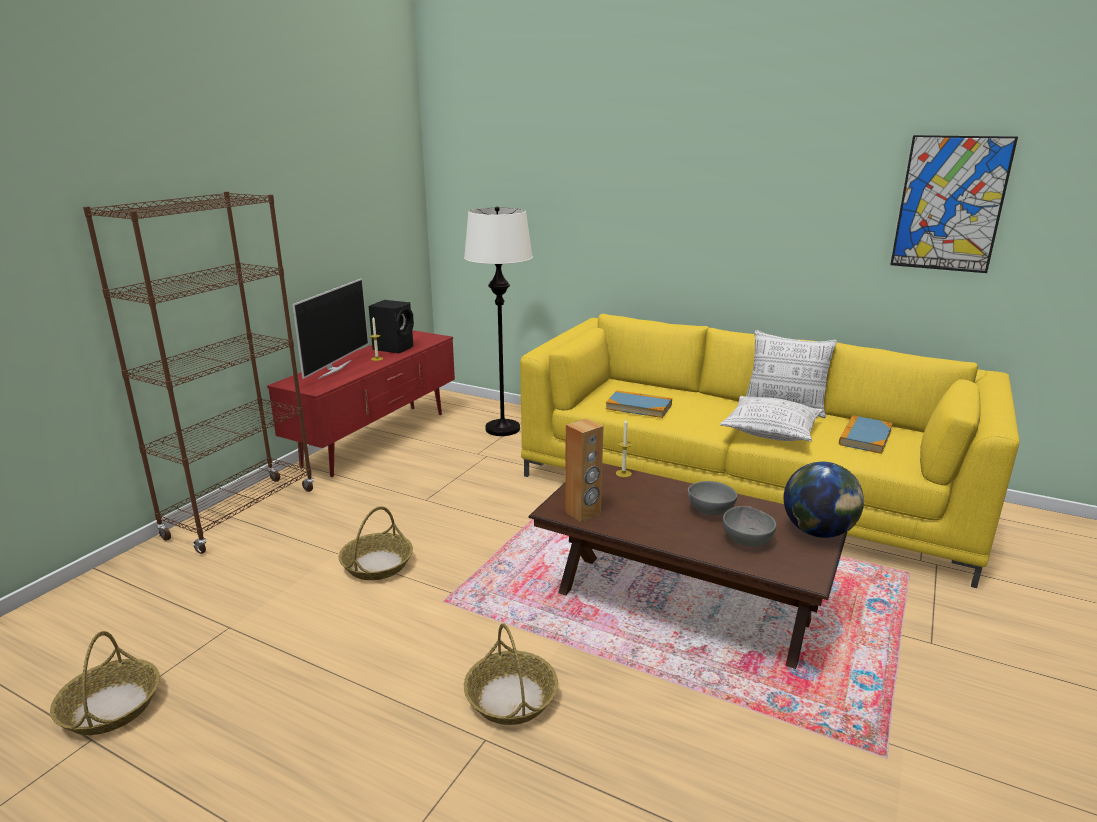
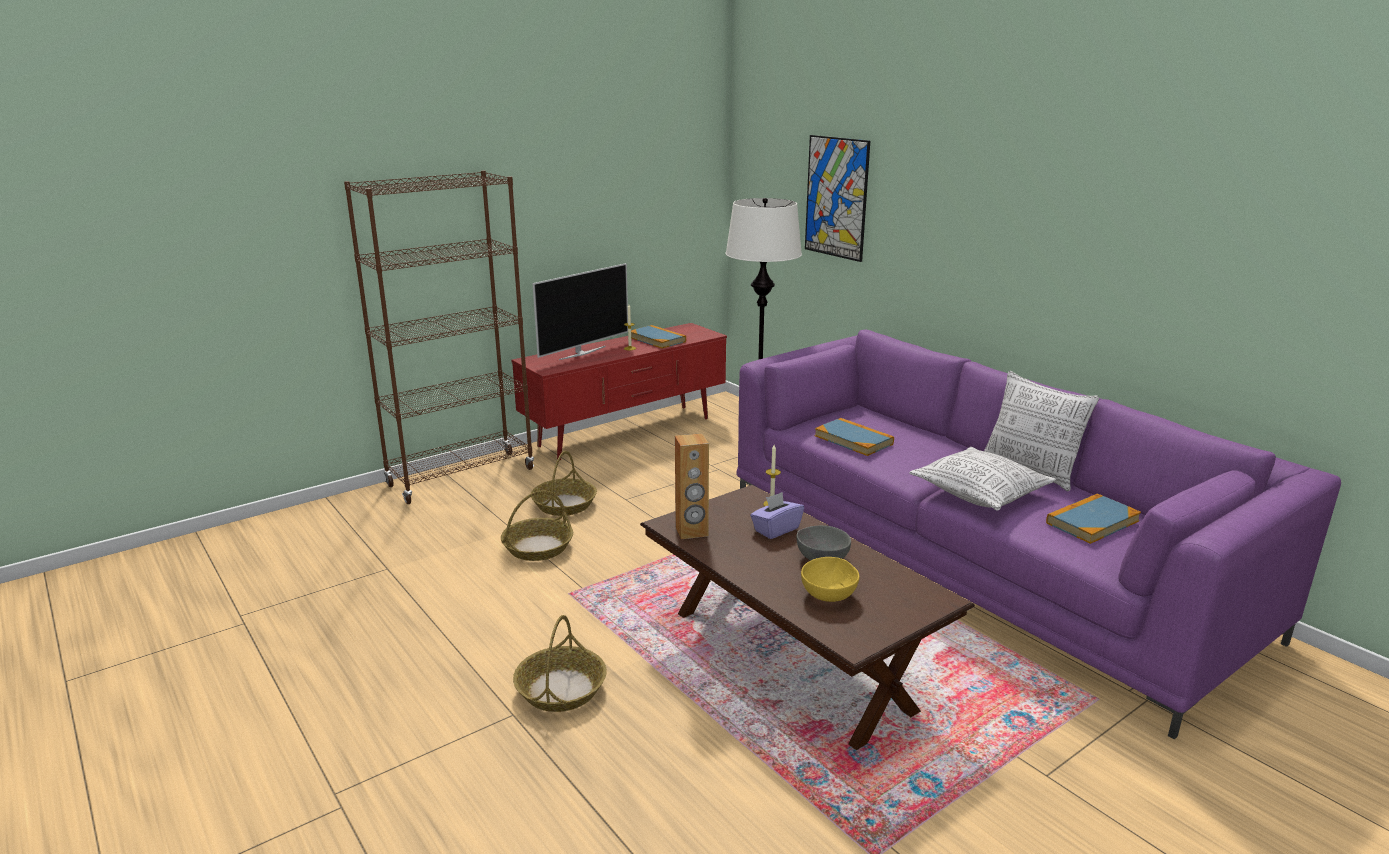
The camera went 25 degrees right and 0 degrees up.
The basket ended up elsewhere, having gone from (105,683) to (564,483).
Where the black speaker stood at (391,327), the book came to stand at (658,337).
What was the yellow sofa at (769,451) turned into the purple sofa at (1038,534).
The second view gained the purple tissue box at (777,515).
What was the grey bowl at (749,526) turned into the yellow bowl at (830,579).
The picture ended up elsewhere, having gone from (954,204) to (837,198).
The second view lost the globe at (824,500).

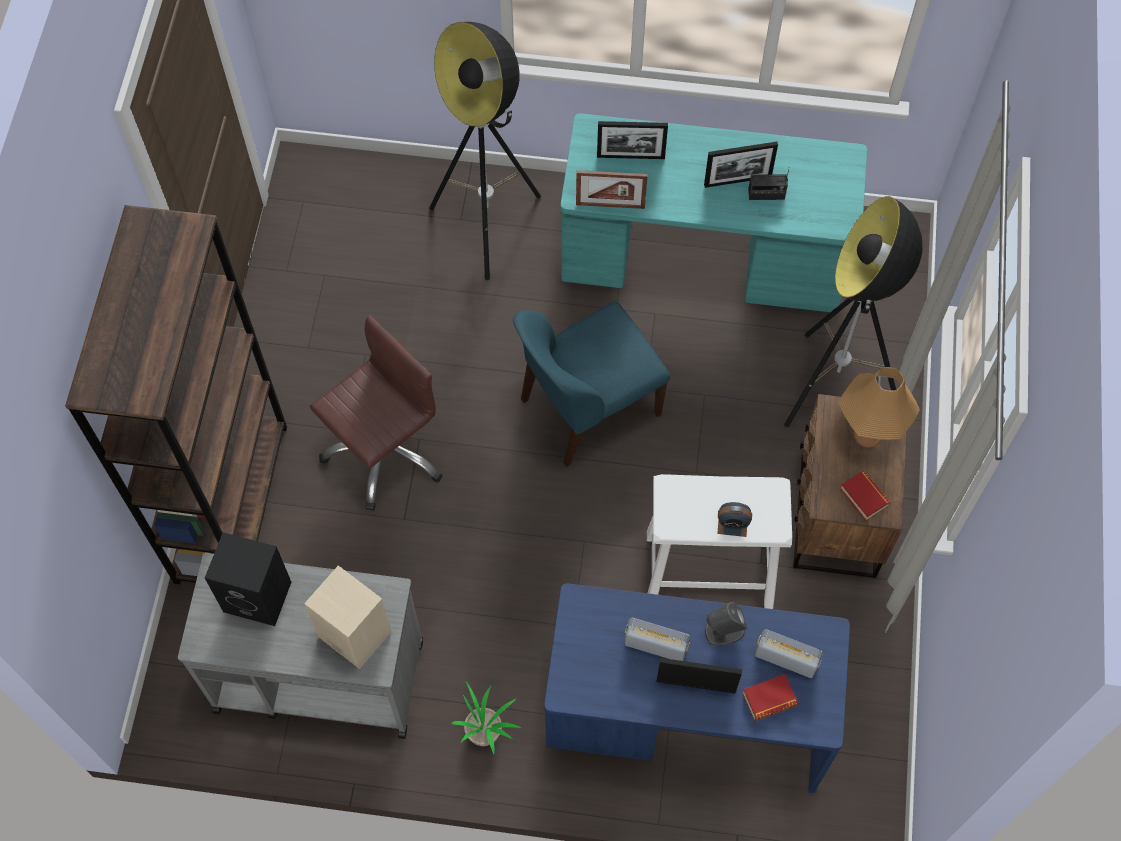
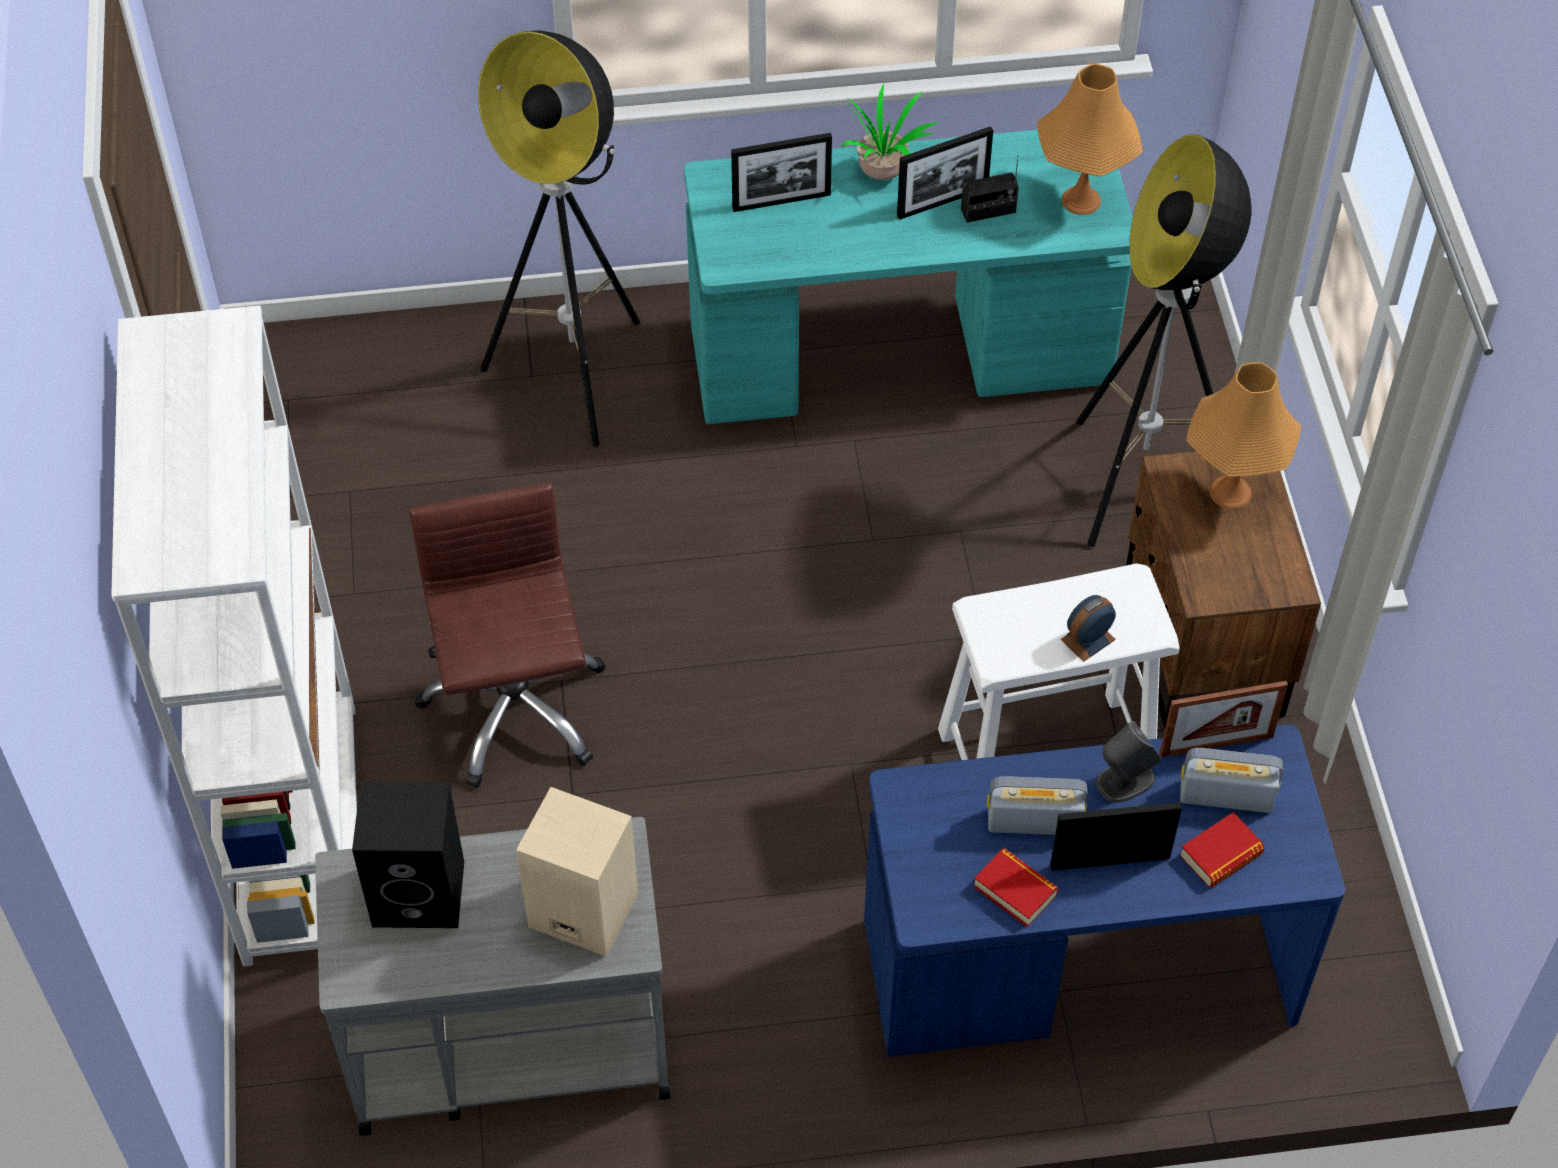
The camera went 15 degrees left and 10 degrees down.
What was the brown bookcase at (176,395) turned into the white bookcase at (234,636).
The brown office chair at (376,413) ended up facing another way, 45 degrees counterclockwise from before.
The potted plant ended up elsewhere, having gone from (486,718) to (890,131).
The book ended up elsewhere, having gone from (865,496) to (1015,887).
The second view gained the orange table lamp at (1090,139).
The alarm clock at (734,519) ended up facing another way, 150 degrees clockwise from before.
The picture frame ended up elsewhere, having gone from (612,189) to (1224,719).
The second view lost the blue chair at (591,384).

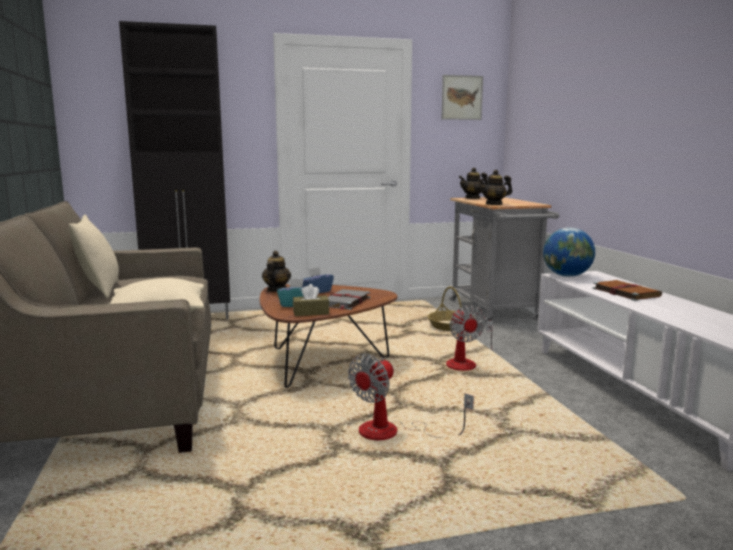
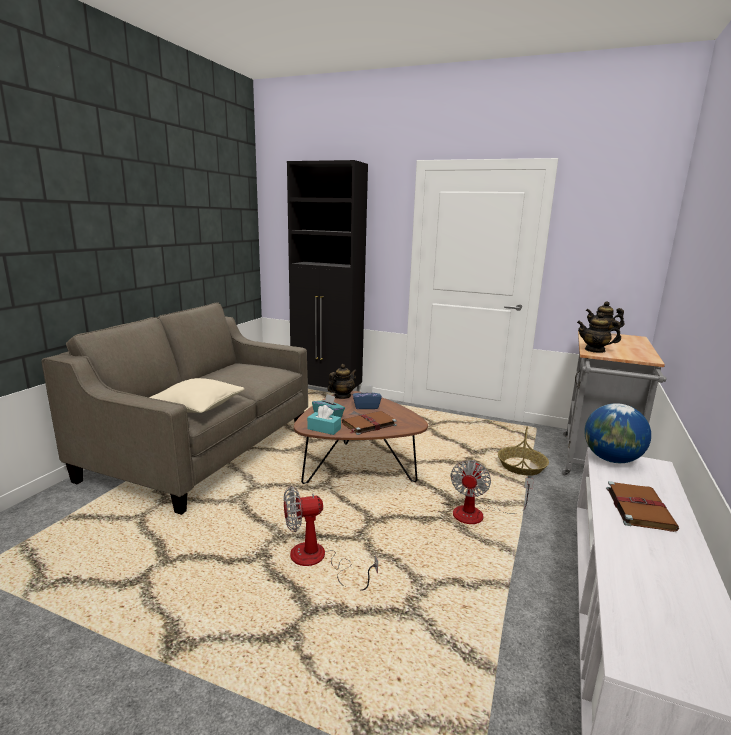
The camera went 35 degrees right and 5 degrees up.
What was the brown tissue box at (311,300) turned into the turquoise tissue box at (324,420).
What was the grey book at (349,299) turned into the brown book at (369,423).
The second view lost the beige pillow at (94,256).
The second view lost the picture at (462,97).

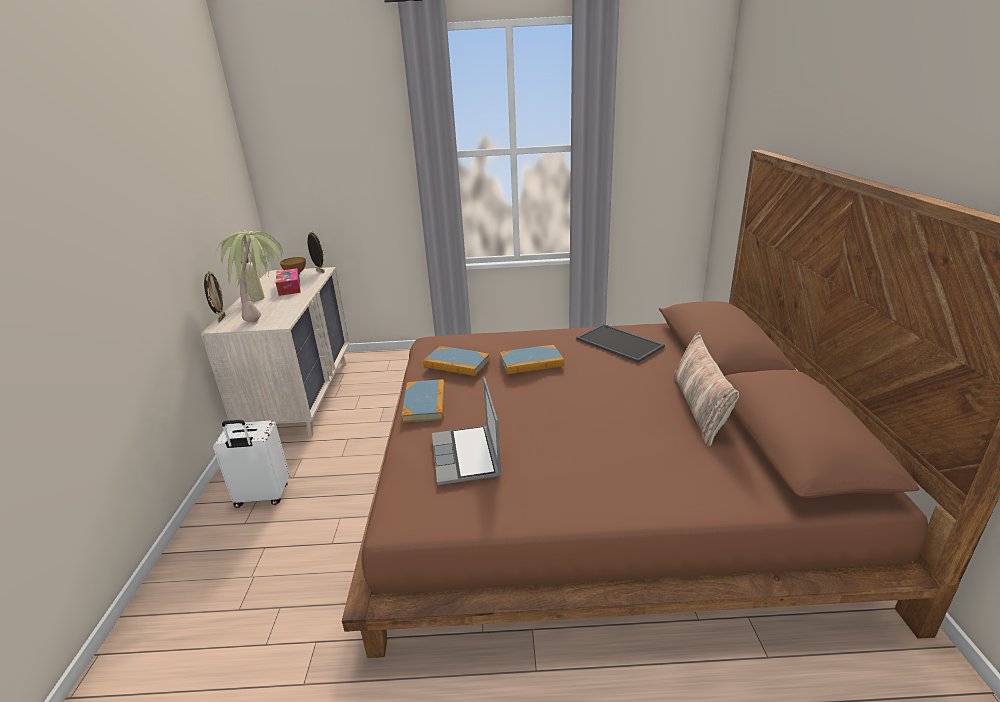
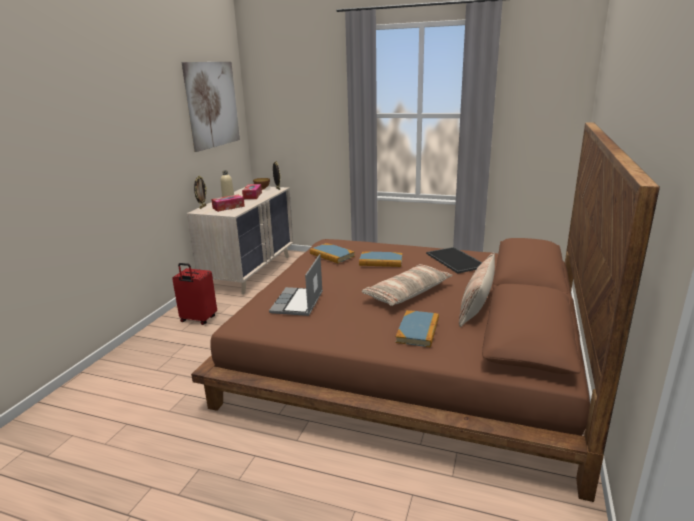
The camera went 20 degrees right and 5 degrees down.
What was the white suitcase at (251,464) turned into the red suitcase at (194,294).
The second view gained the picture at (211,107).
Where the potted plant stood at (249,276), the tissue box came to stand at (228,203).
The second view gained the pillow at (407,285).
The book ended up elsewhere, having gone from (423,401) to (417,328).

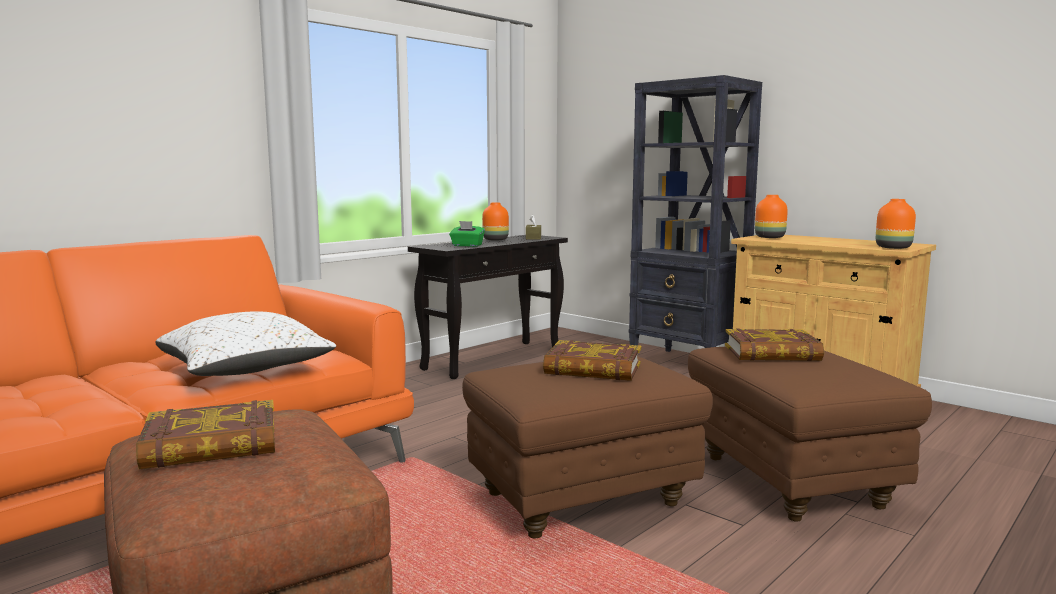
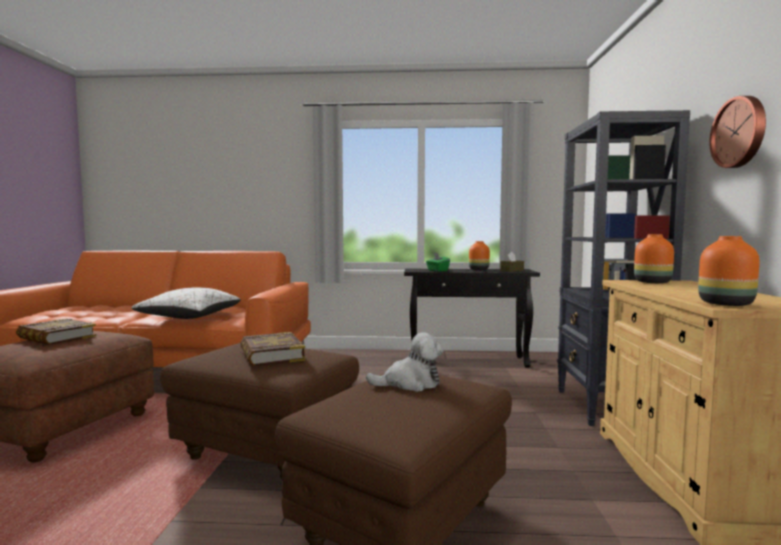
The camera went 50 degrees right and 5 degrees down.
Where the book stood at (774,344), the plush toy came to stand at (405,362).
The second view gained the wall clock at (737,132).

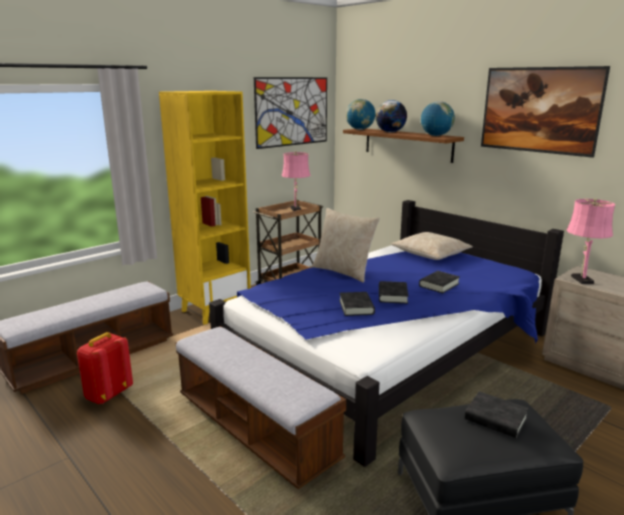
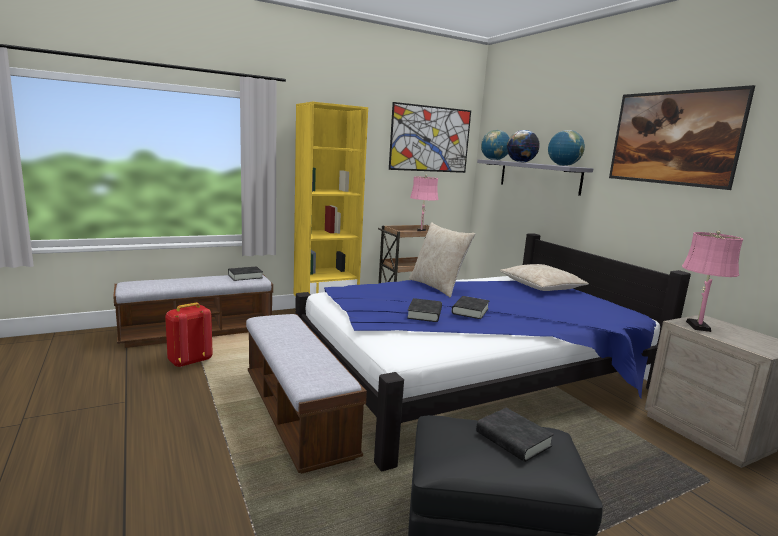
The camera went 15 degrees right and 5 degrees down.
The black book ended up elsewhere, having gone from (439,282) to (245,273).
What was the brown shelf at (403,146) turned into the grey shelf at (535,178).

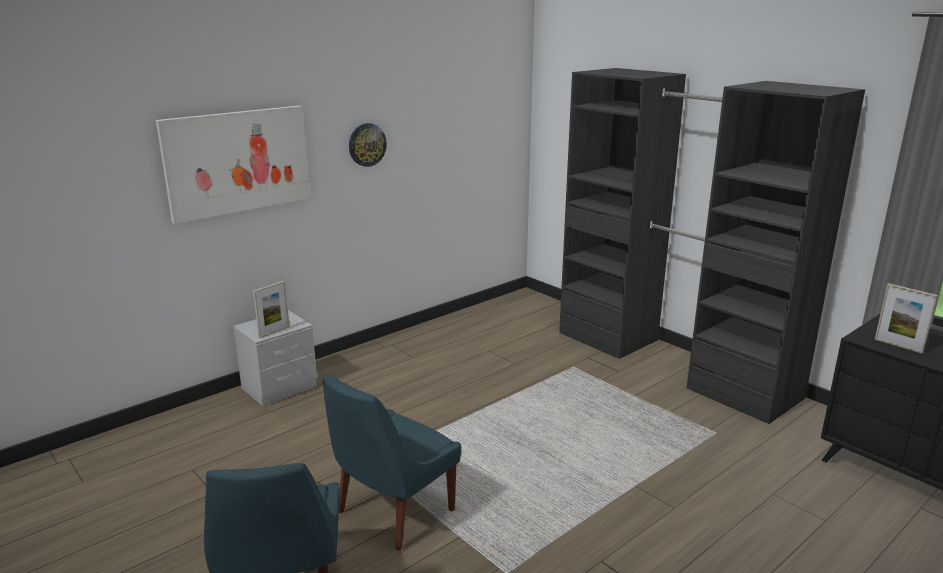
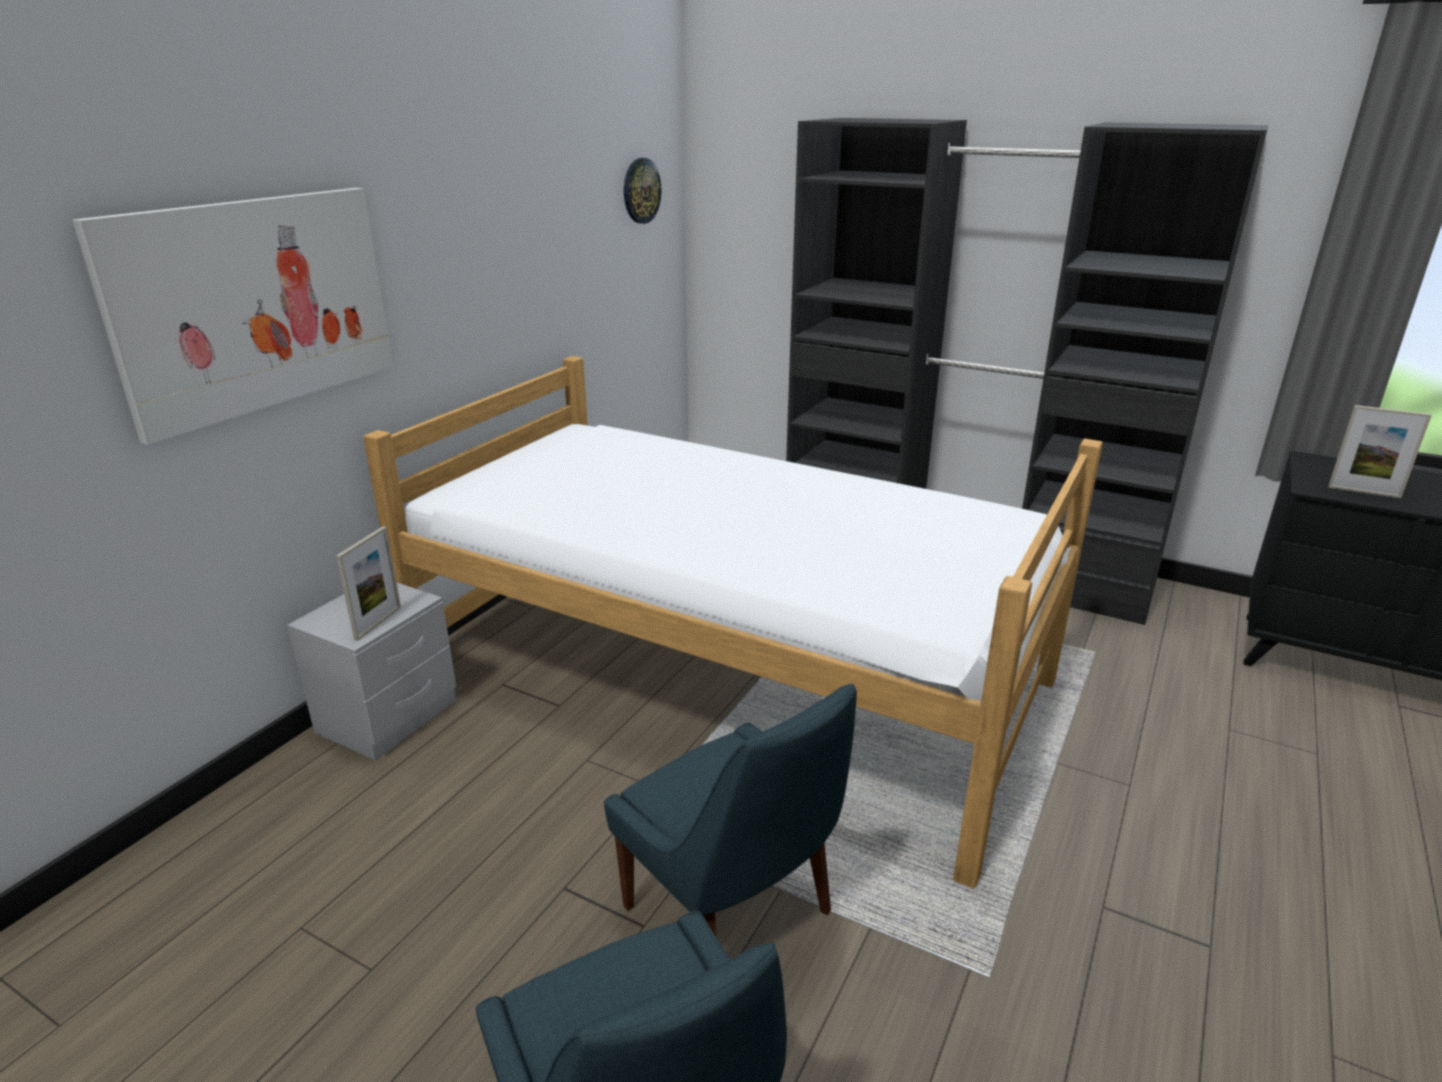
The camera went 20 degrees left and 5 degrees up.
The second view gained the bed at (733,622).
The blue chair at (392,462) ended up facing another way, 60 degrees counterclockwise from before.
The wall clock ended up elsewhere, having gone from (368,145) to (642,191).

